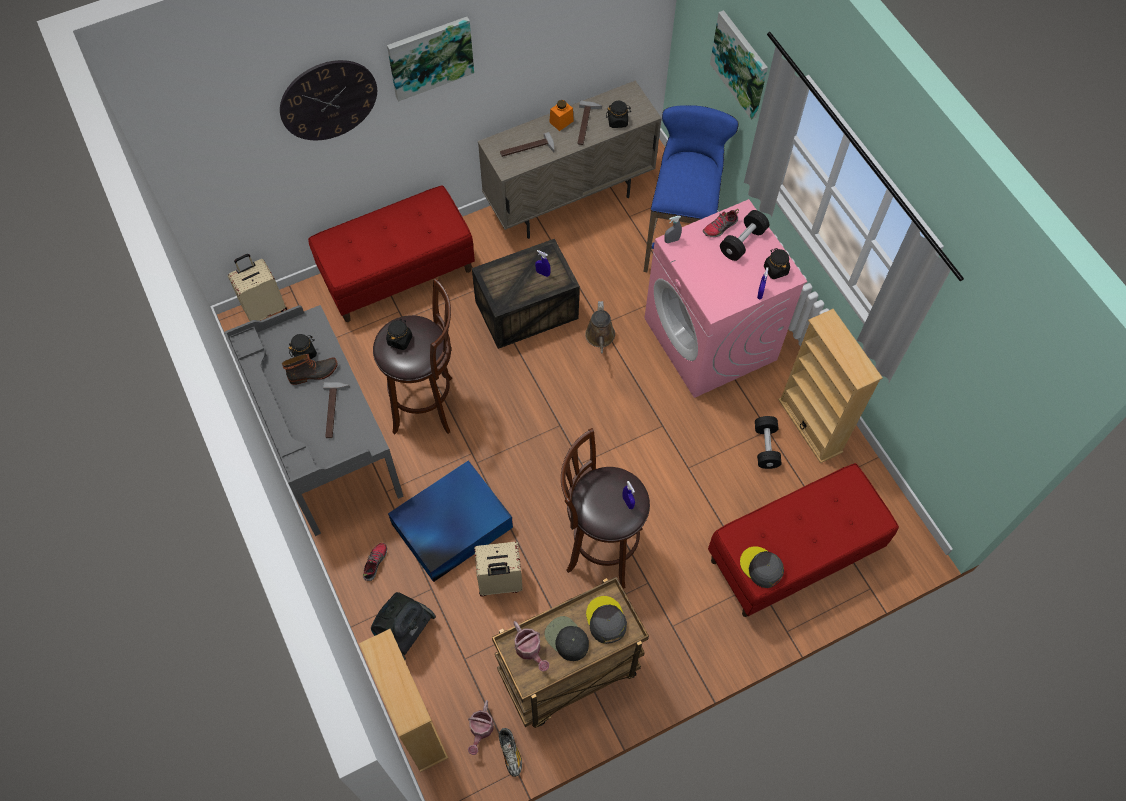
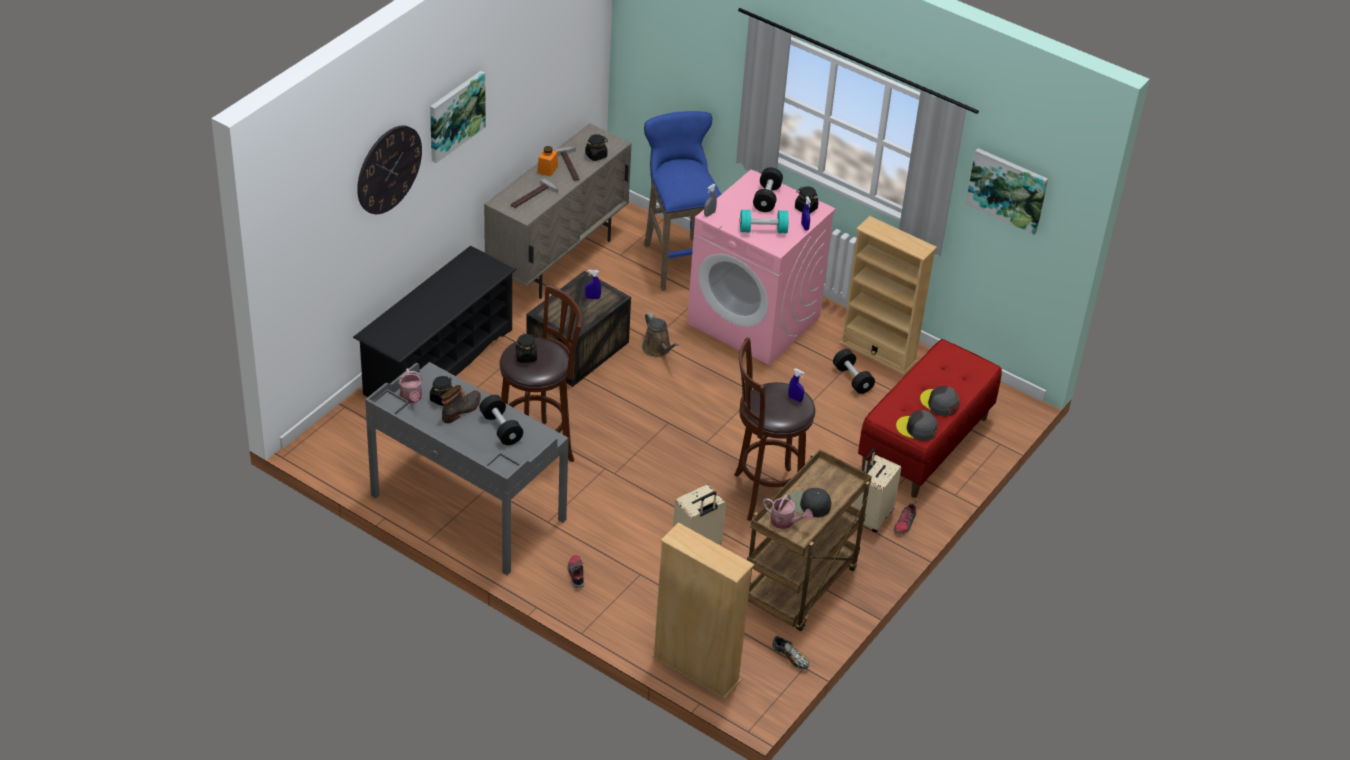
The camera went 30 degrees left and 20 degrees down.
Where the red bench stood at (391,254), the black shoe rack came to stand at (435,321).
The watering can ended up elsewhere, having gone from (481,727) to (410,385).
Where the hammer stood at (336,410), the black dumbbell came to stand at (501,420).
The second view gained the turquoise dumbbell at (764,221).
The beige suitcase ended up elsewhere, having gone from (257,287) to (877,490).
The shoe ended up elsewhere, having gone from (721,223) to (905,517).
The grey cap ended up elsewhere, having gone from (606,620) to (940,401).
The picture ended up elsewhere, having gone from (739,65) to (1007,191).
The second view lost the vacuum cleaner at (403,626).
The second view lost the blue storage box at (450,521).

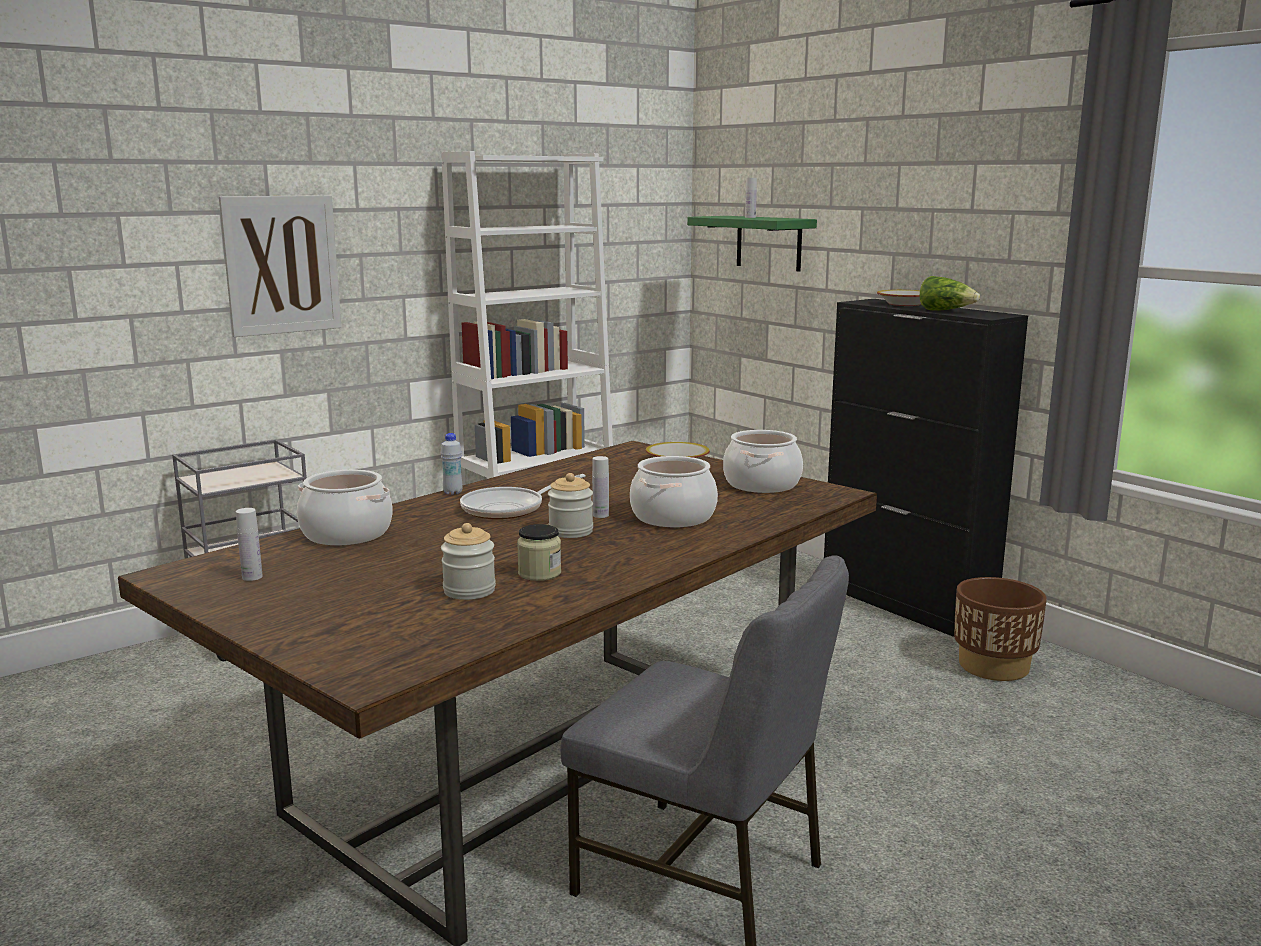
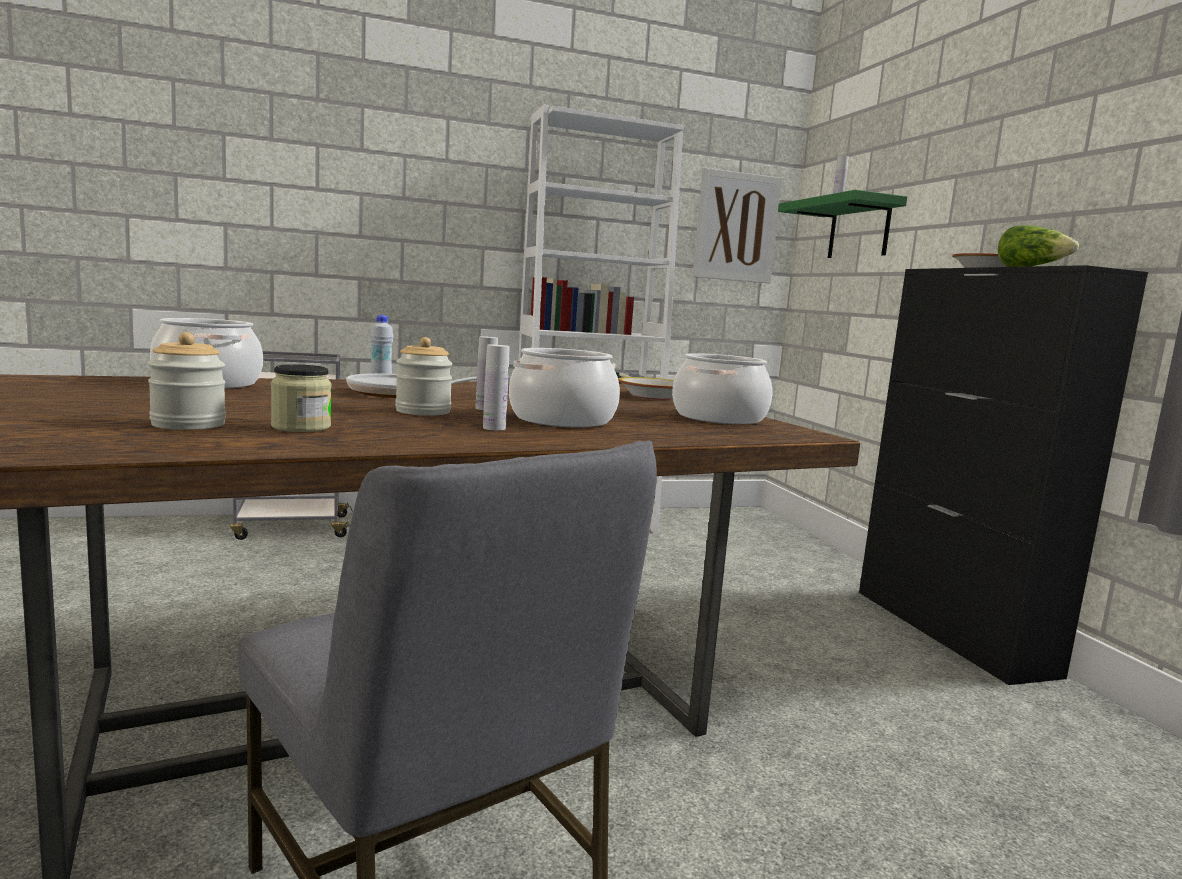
The camera went 20 degrees right and 5 degrees down.
The white bottle ended up elsewhere, having gone from (249,544) to (496,387).
The picture ended up elsewhere, having gone from (280,266) to (737,225).
The second view lost the brown planter at (1000,629).

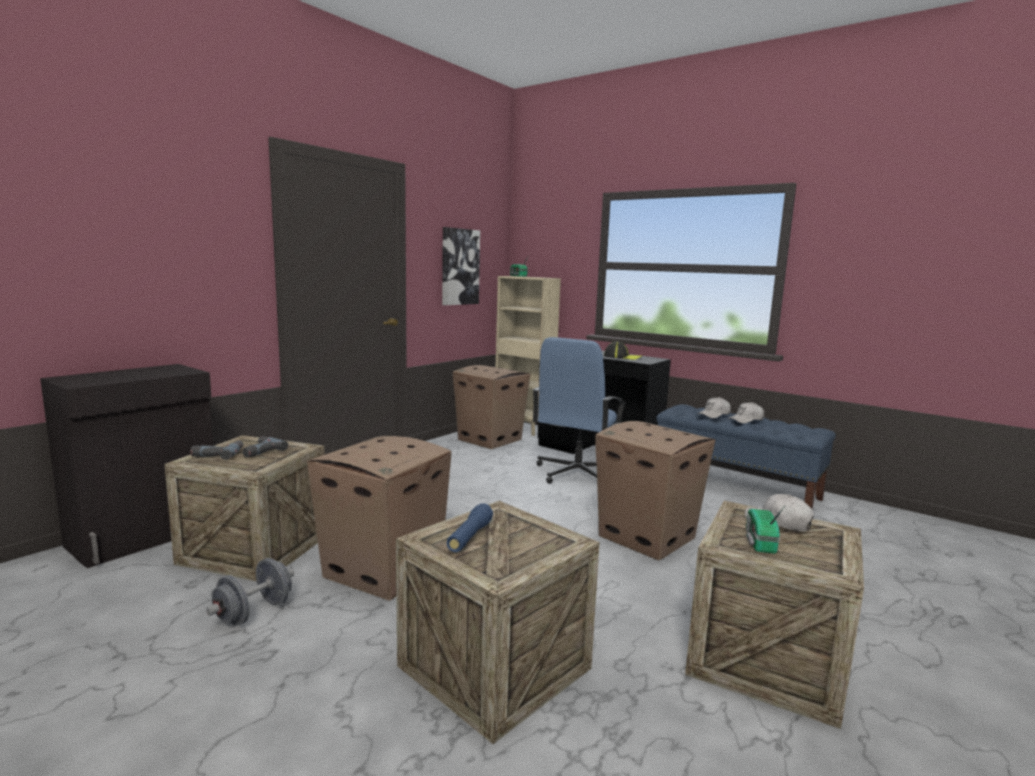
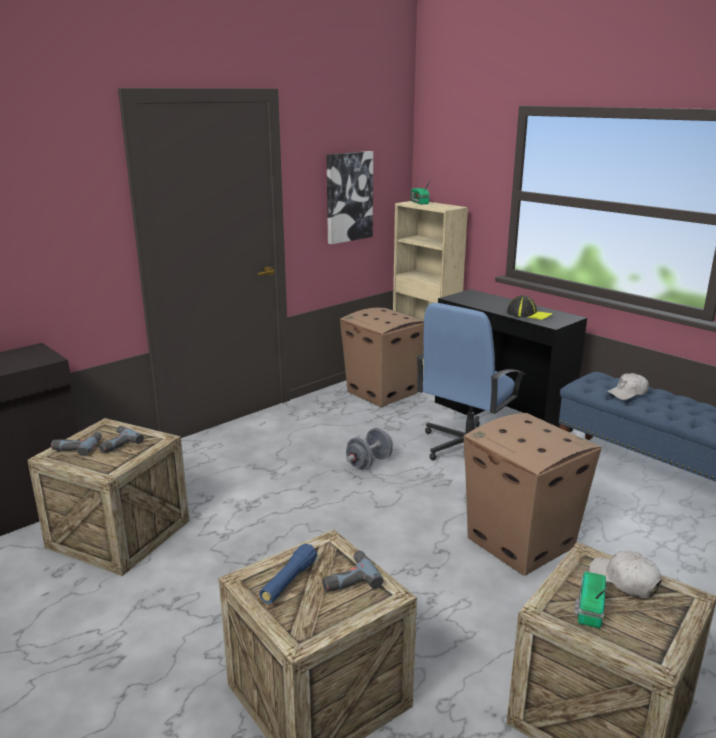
The camera went 10 degrees right and 10 degrees up.
The second view gained the power drill at (352,571).
The grey dumbbell ended up elsewhere, having gone from (250,592) to (369,449).
The second view lost the cardboard box at (379,518).
The second view lost the white cap at (746,412).

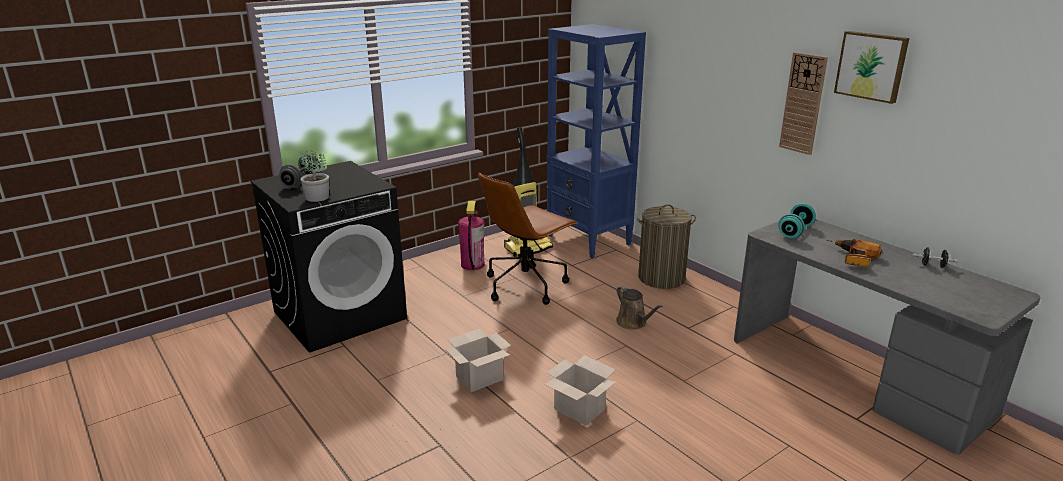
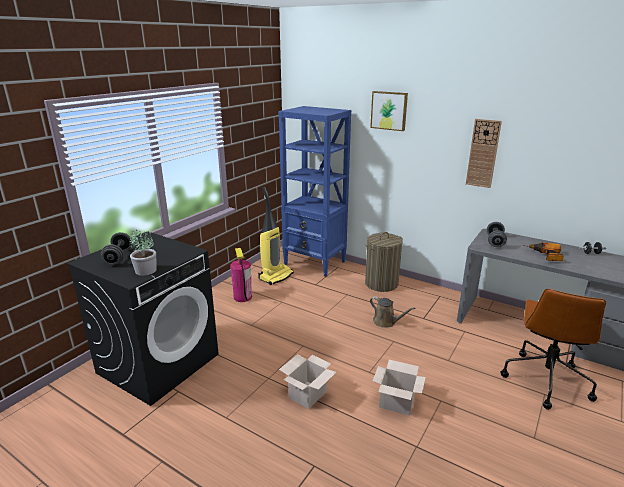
The camera went 20 degrees left and 0 degrees up.
The picture ended up elsewhere, having gone from (871,67) to (389,111).
What was the turquoise dumbbell at (797,221) turned into the grey dumbbell at (497,234).
The brown office chair ended up elsewhere, having gone from (528,239) to (553,349).

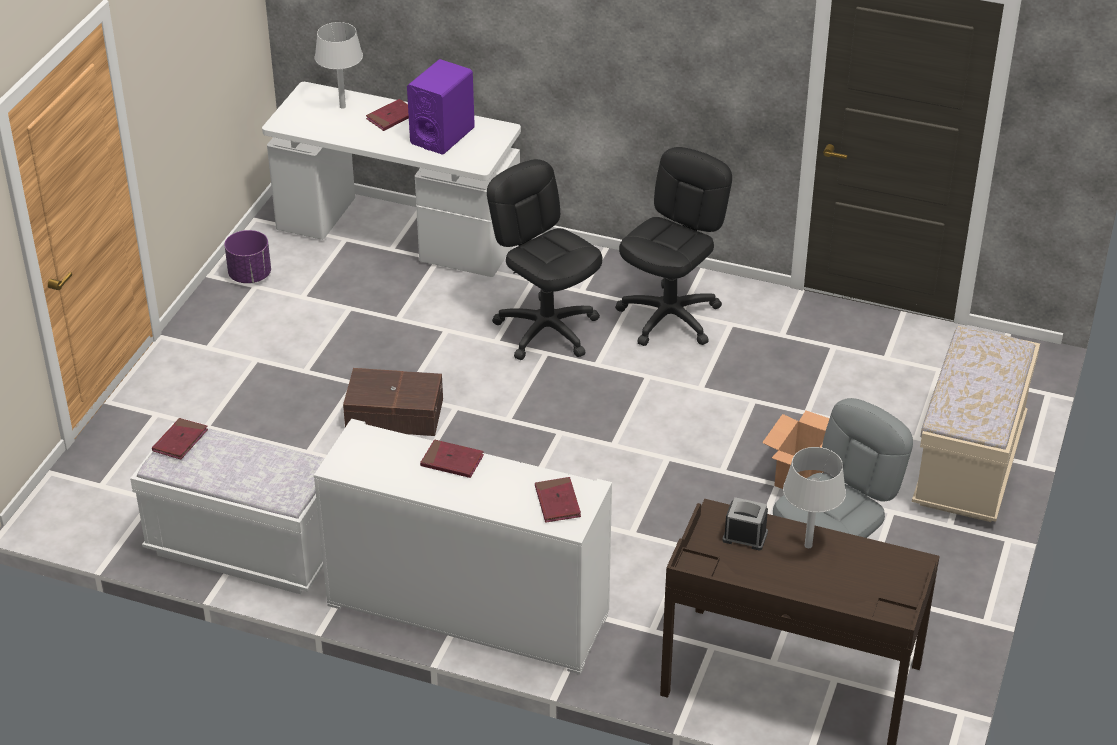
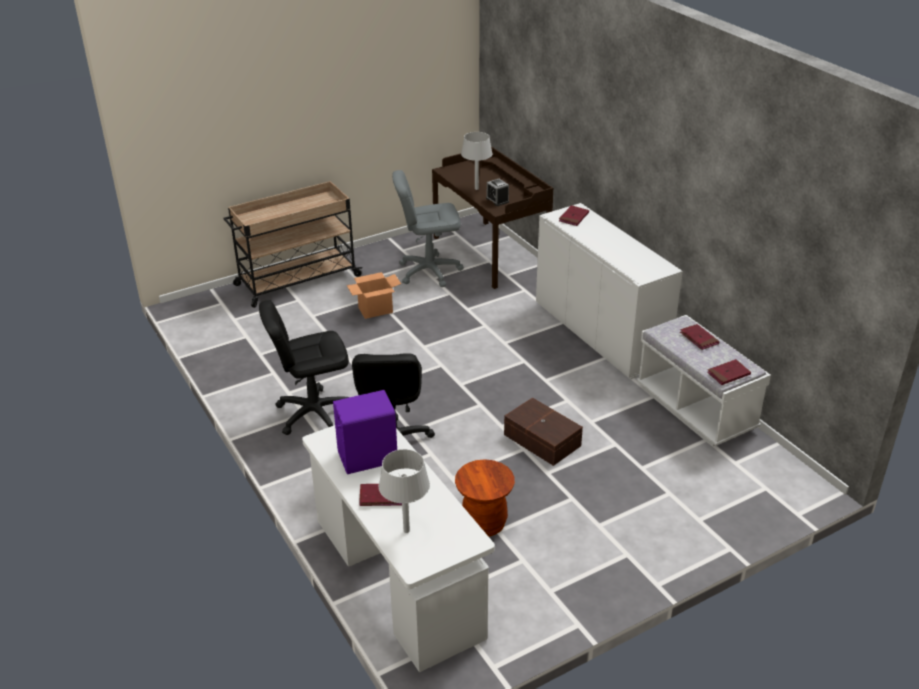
The camera went 140 degrees left and 5 degrees down.
Where the beige bench stood at (976,424), the beige cart came to stand at (293,244).
The second view gained the brown stool at (485,498).
The red book ended up elsewhere, having gone from (452,458) to (700,337).
The second view lost the purple planter at (248,256).

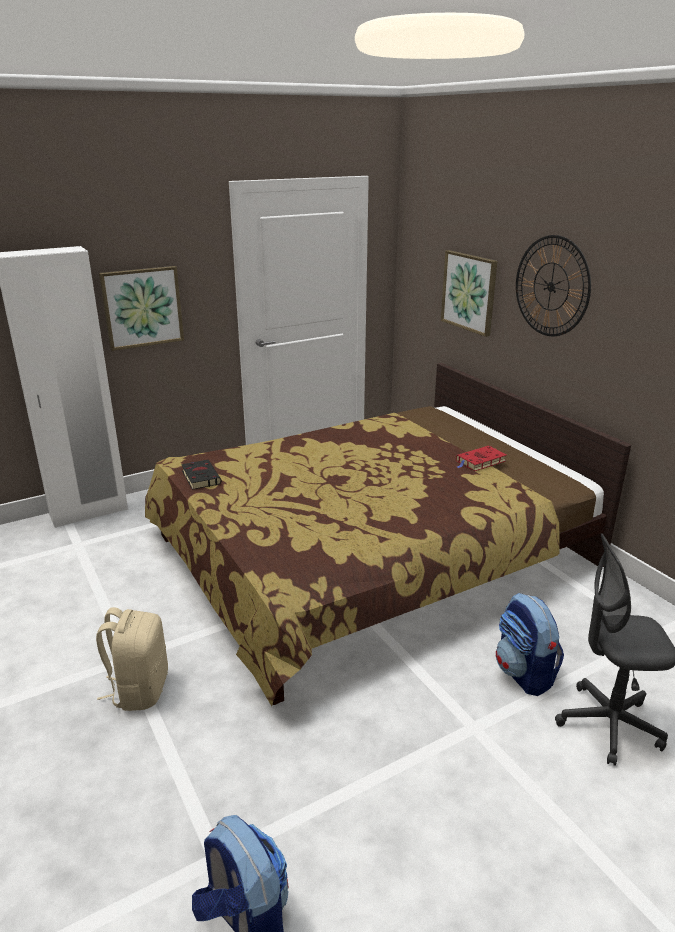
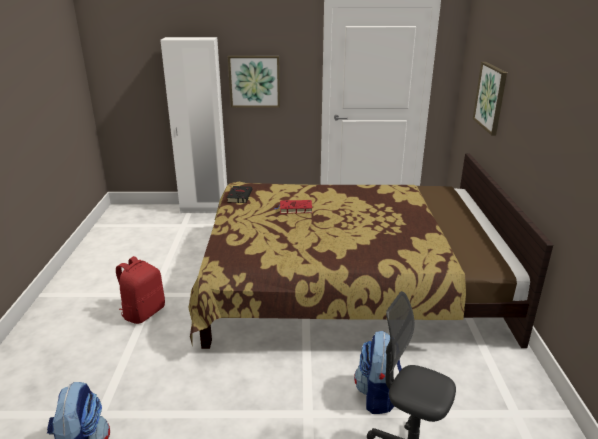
The camera went 30 degrees right and 0 degrees up.
What was the beige backpack at (132,659) turned into the red backpack at (140,290).
The red book ended up elsewhere, having gone from (481,458) to (293,207).
The second view lost the wall clock at (553,285).

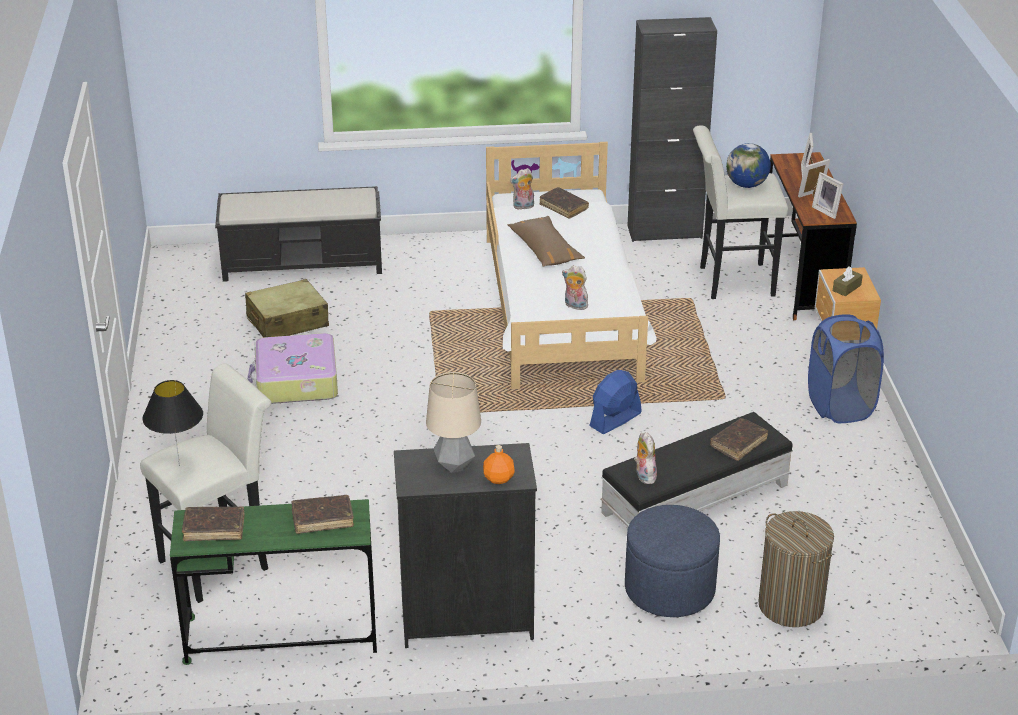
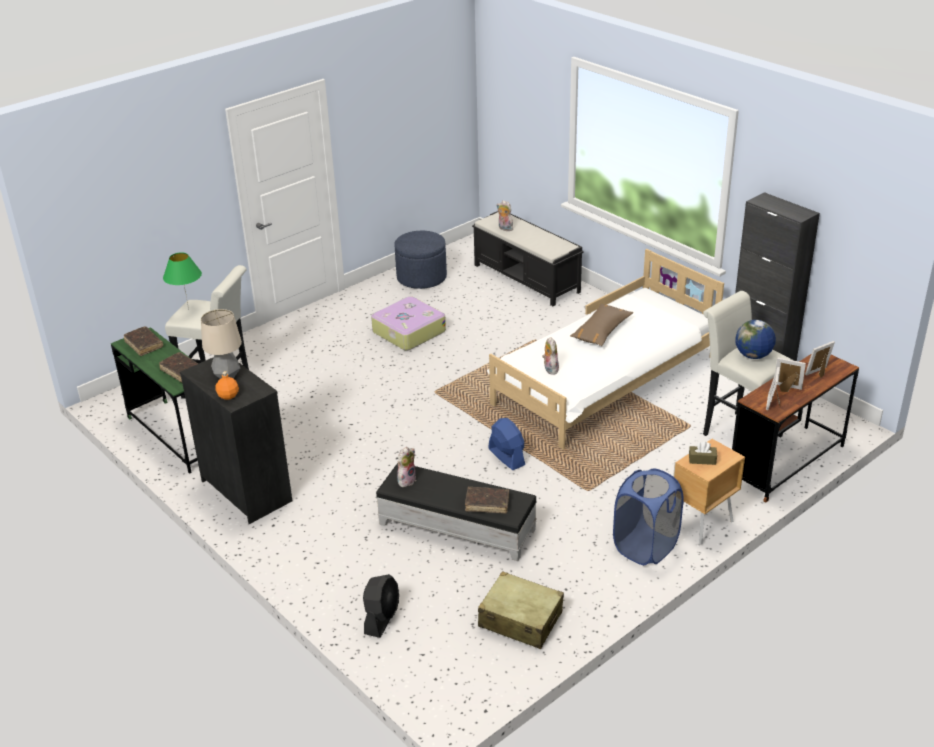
The camera went 55 degrees right and 0 degrees up.
What was the black table lamp at (173,423) turned into the green table lamp at (182,281).
Where the laundry basket stood at (796,569), the black fan came to stand at (381,606).
The blue ottoman ended up elsewhere, having gone from (672,561) to (420,260).
The beige suitcase ended up elsewhere, having gone from (287,308) to (521,610).
The blue fan at (615,402) ended up facing another way, 45 degrees clockwise from before.
The plush toy ended up elsewhere, having gone from (522,189) to (505,216).
The second view lost the brown book at (564,203).

